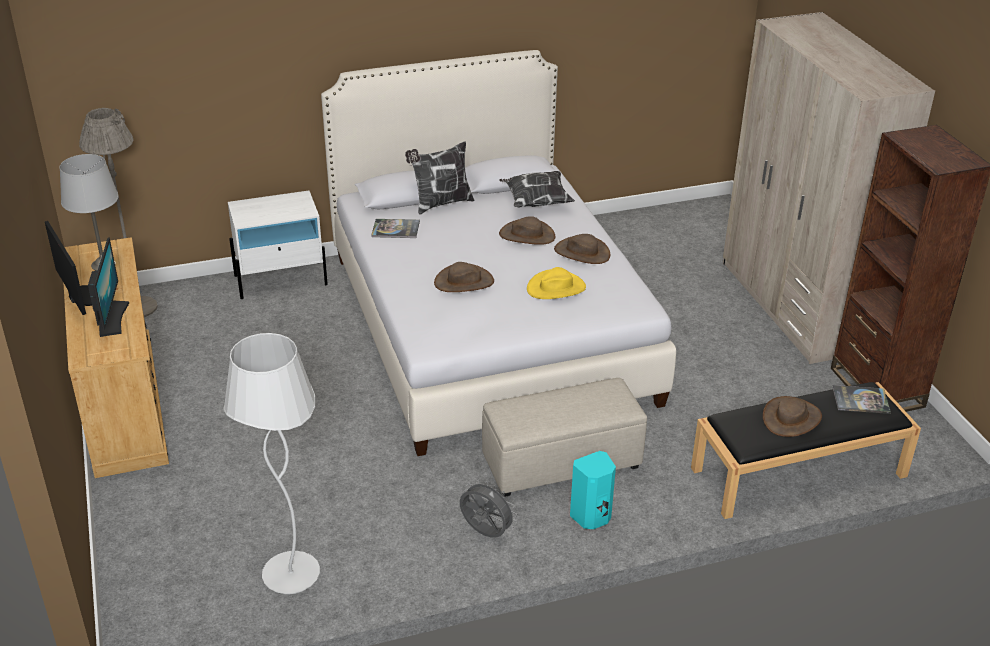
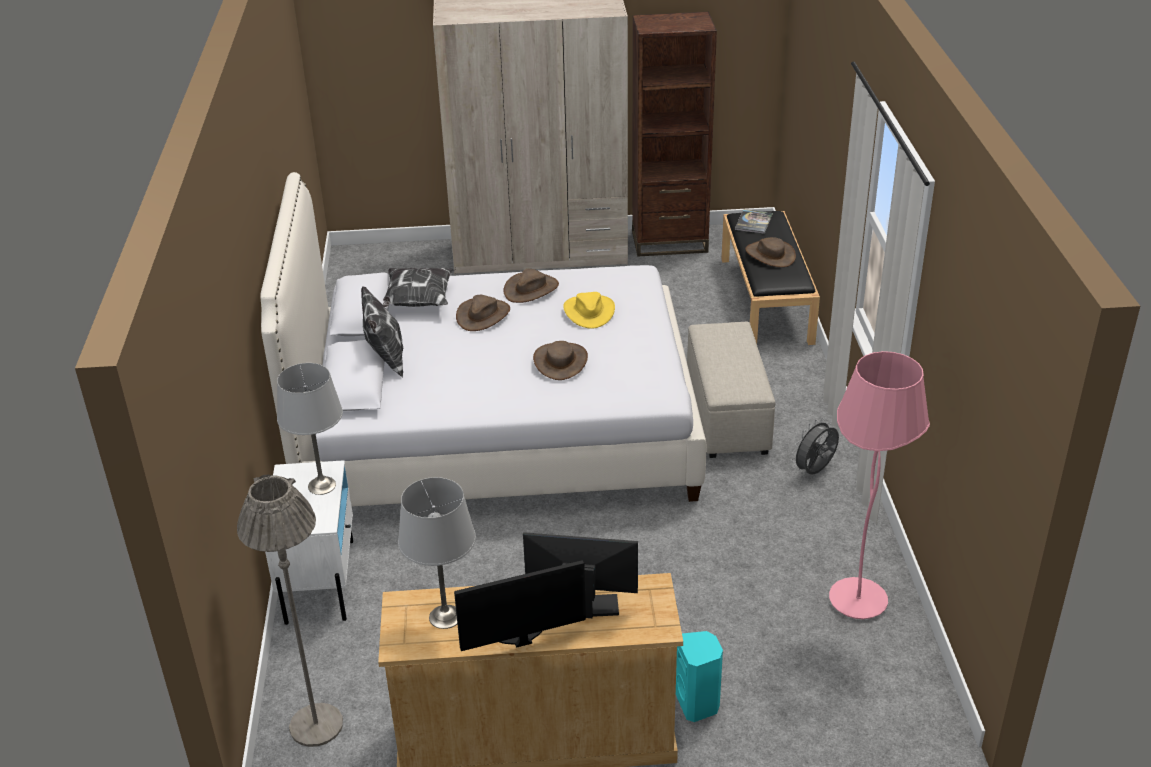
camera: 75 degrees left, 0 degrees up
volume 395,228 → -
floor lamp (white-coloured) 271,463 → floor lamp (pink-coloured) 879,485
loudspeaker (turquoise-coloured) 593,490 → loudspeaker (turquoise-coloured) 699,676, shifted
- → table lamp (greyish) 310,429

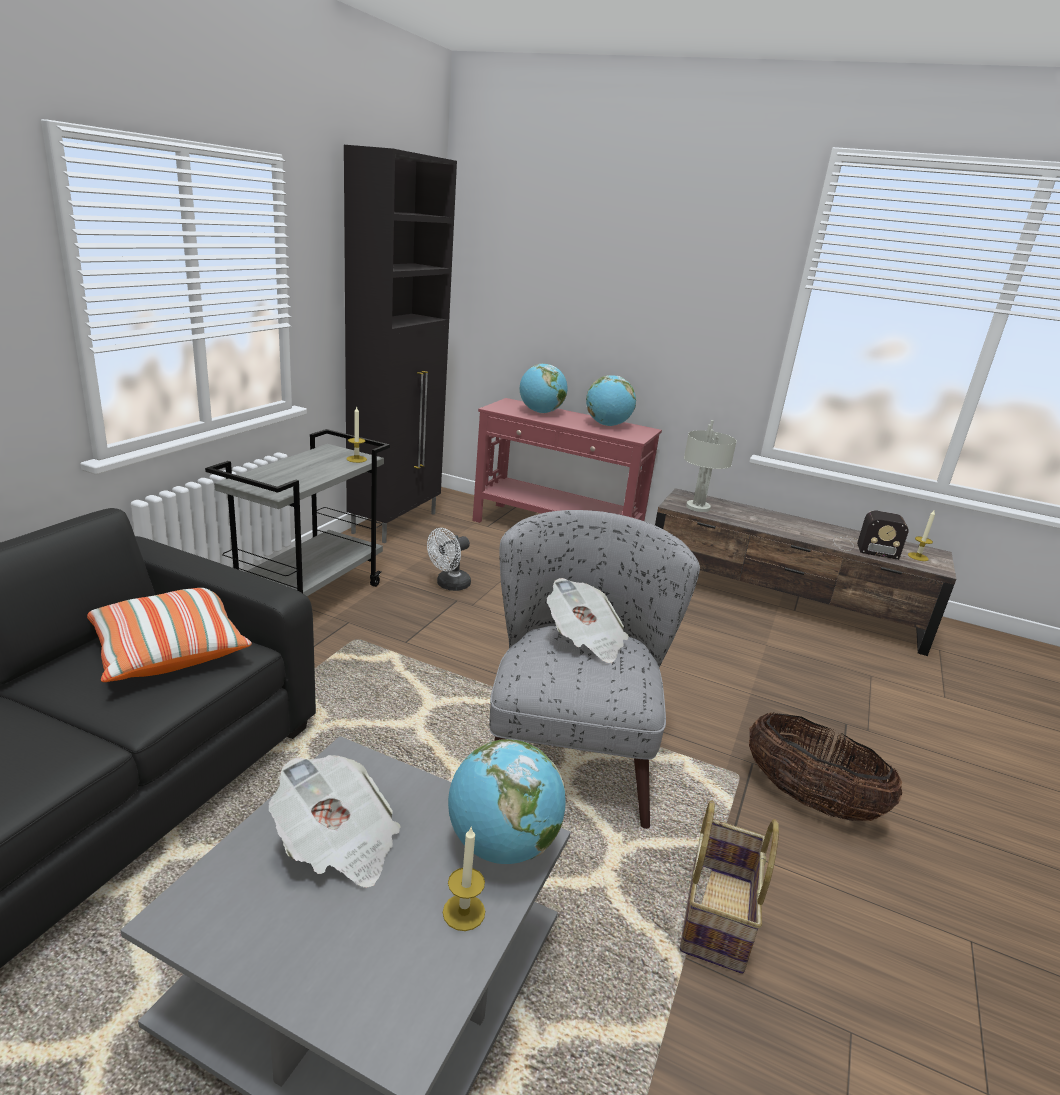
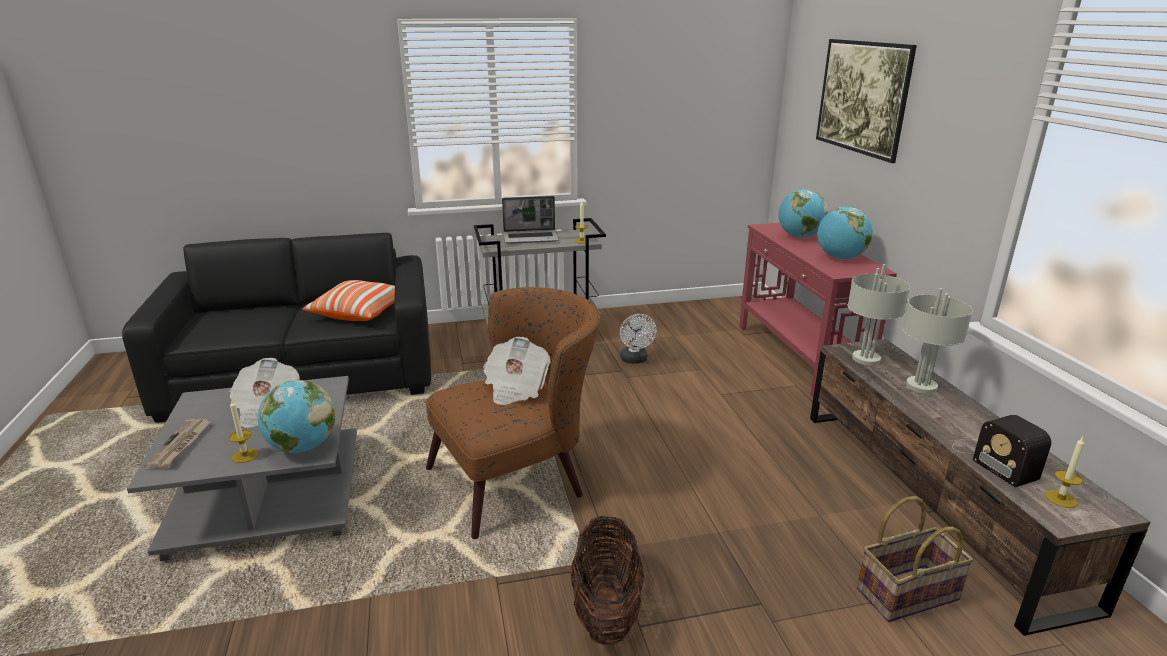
camera: 55 degrees right, 0 degrees up
storage cabinet (black-coloured) 400,344 → -
lounge chair (greyish) 594,669 → lounge chair (brown-coloured) 513,413
fan (white-coloured) 449,559 → fan (white-coloured) 638,339, 105 degrees counterclockwise
household basket 729,887 → household basket 915,559, shifted
- → wall art 866,101
- → laptop 530,220
- → table lamp (greyish) 937,341
- → printed paper 177,444

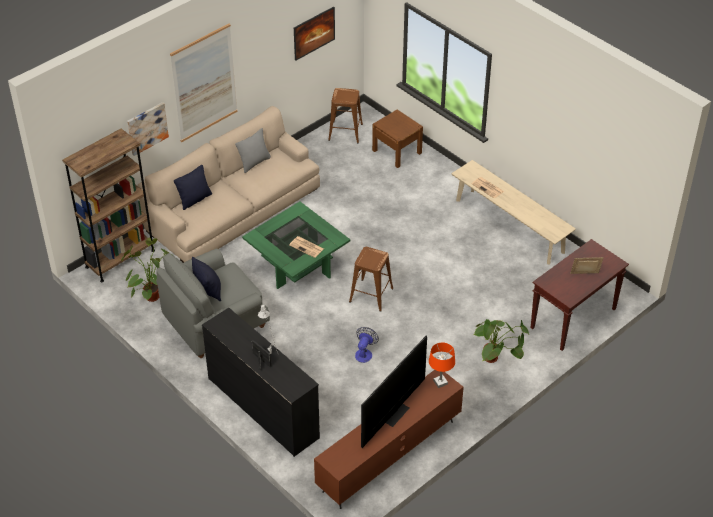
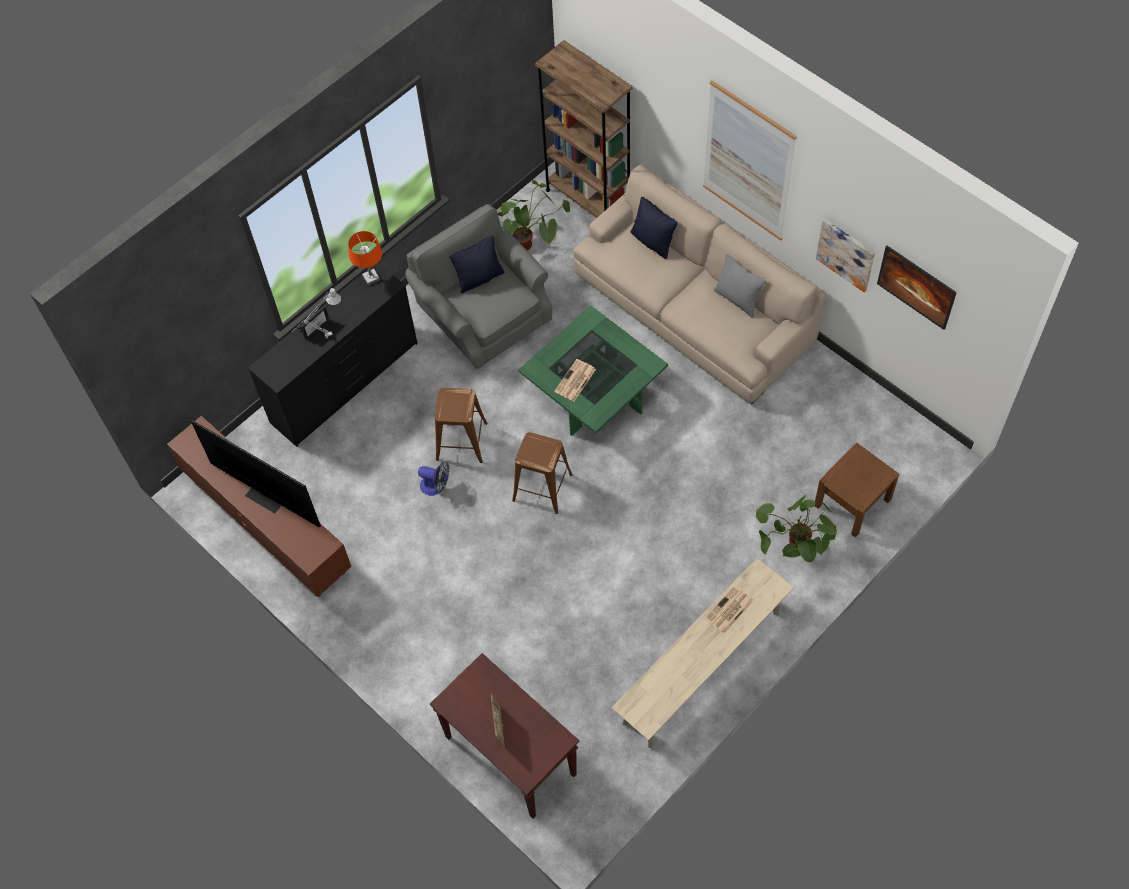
camera: 90 degrees right, 15 degrees up
sitting stool (brown-coloured) 345,115 → sitting stool (brown-coloured) 461,425, shifted
wall art 148,129 → wall art 845,255, shifted
houseplant 501,341 → houseplant 796,529, shifted
table lamp (orange) 442,365 → table lamp (orange) 365,258, shifted

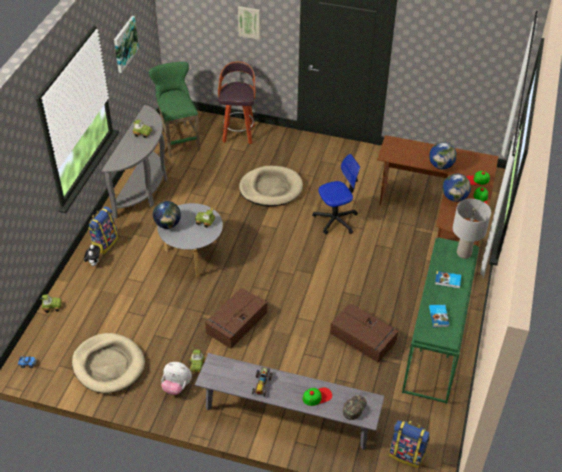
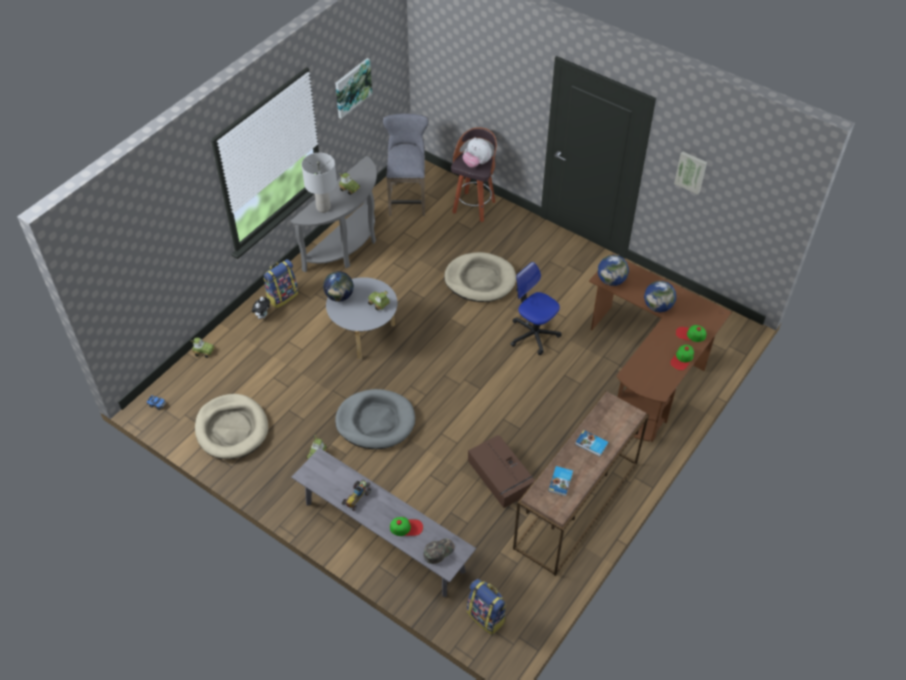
camera: 20 degrees right, 5 degrees up
wall art 249,23 → wall art 690,172, shifted
sitting stool (green) 174,109 → sitting stool (greyish) 406,164
office chair 336,194 → office chair 536,308, 135 degrees counterclockwise
globe 457,188 → globe 613,270, shifted
table lamp (greyish) 472,229 → table lamp (greyish) 319,183, shifted
console table (green) 440,320 → console table (brown-coloured) 581,483
storage bin (brown-coloured) 236,318 → dog cushion (greyish) 375,419
cuddly toy 176,378 → cuddly toy 477,152, shifted

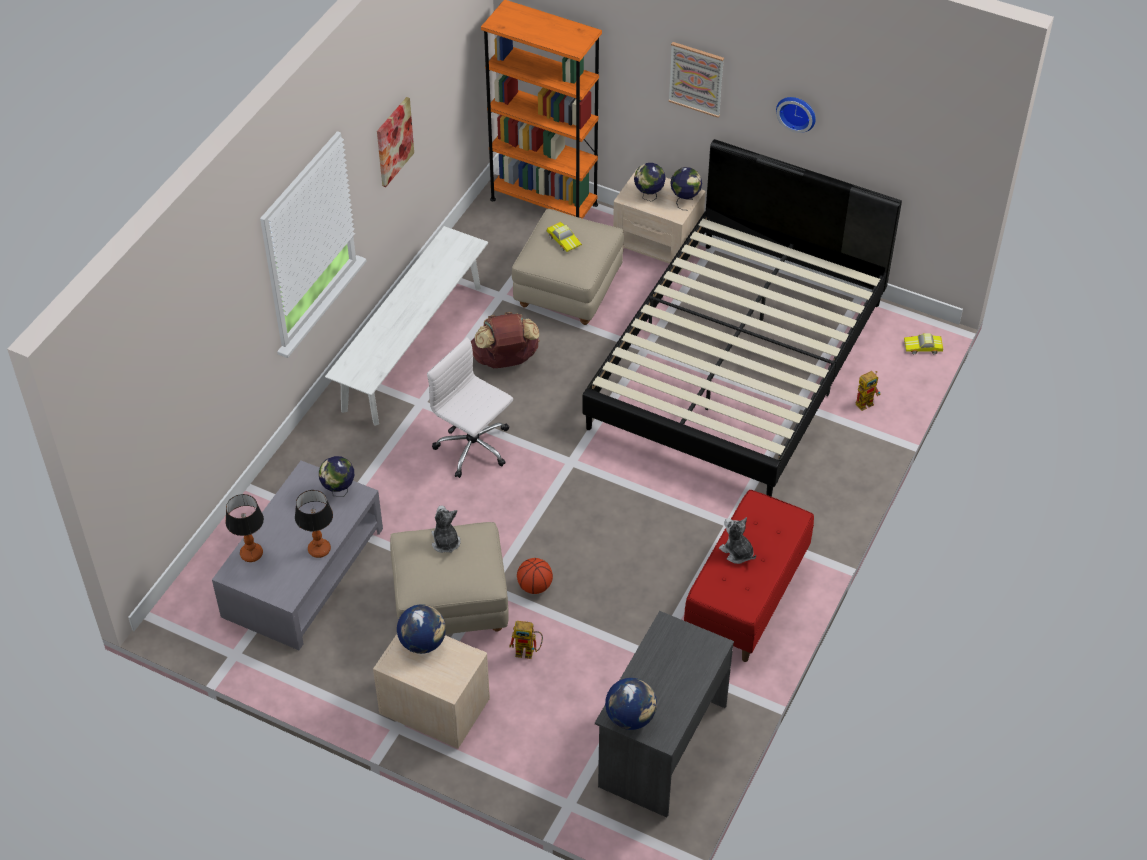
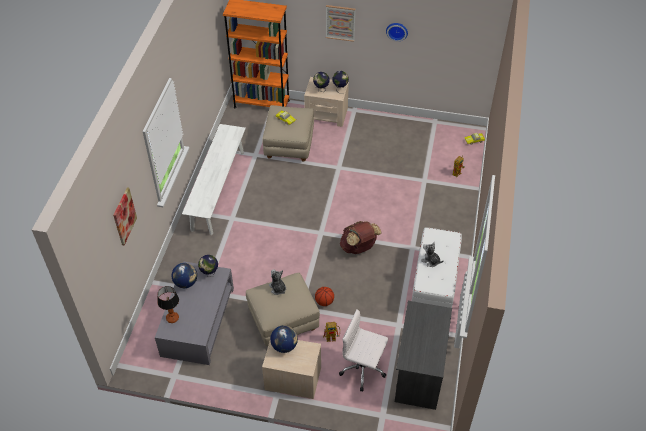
camera: 15 degrees left, 0 degrees up
wall art 395,142 → wall art 125,216, shifted
bed (black-coloured) 742,318 → -
backpack (brown-coloured) 505,340 → backpack (brown-coloured) 361,237, shifted
office chair (white-coloured) 470,408 → office chair (white-coloured) 363,350, shifted
table lamp 314,524 → -
long seat (red) 749,576 → long seat (white-coloured) 437,267
globe 631,704 → globe 184,275, shifted

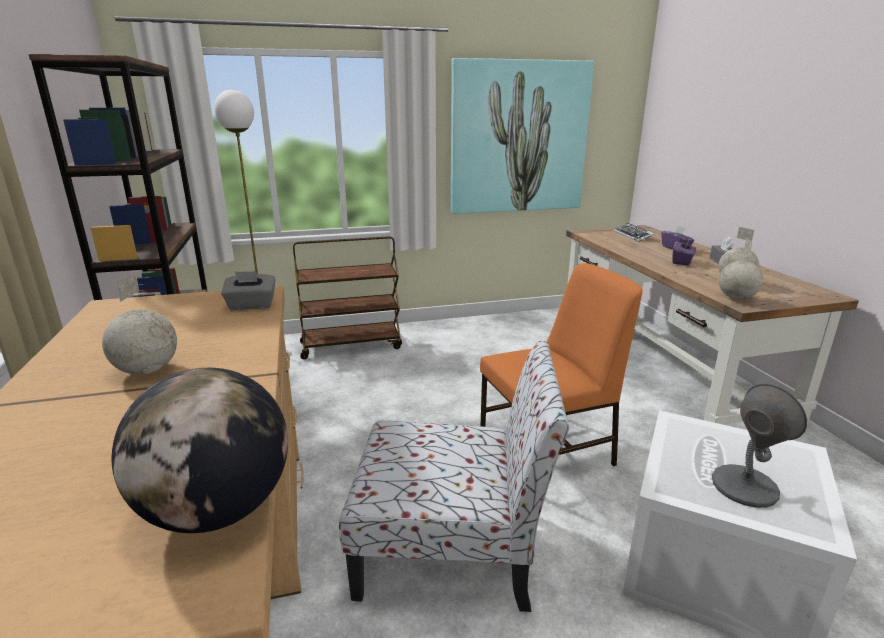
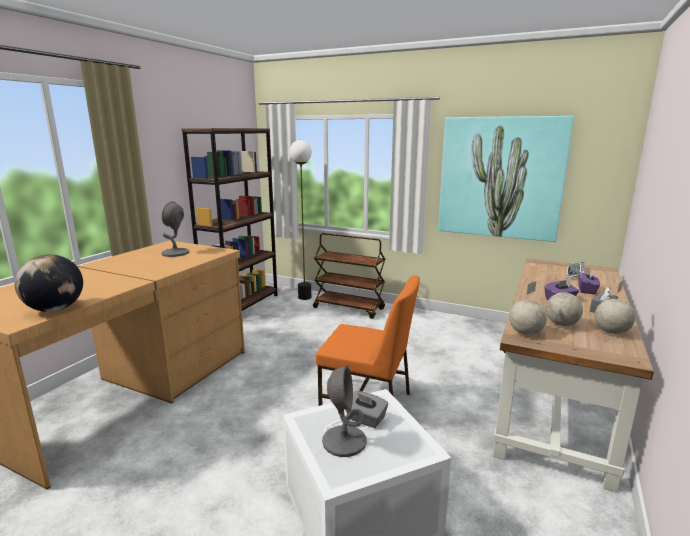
camera: 40 degrees right, 5 degrees down
tissue box (greyish) 248,290 → tissue box (greyish) 366,409, shifted
globe 139,323 → globe 615,307, shifted
upright chair 454,476 → -
- → table lamp (greyish) 175,229

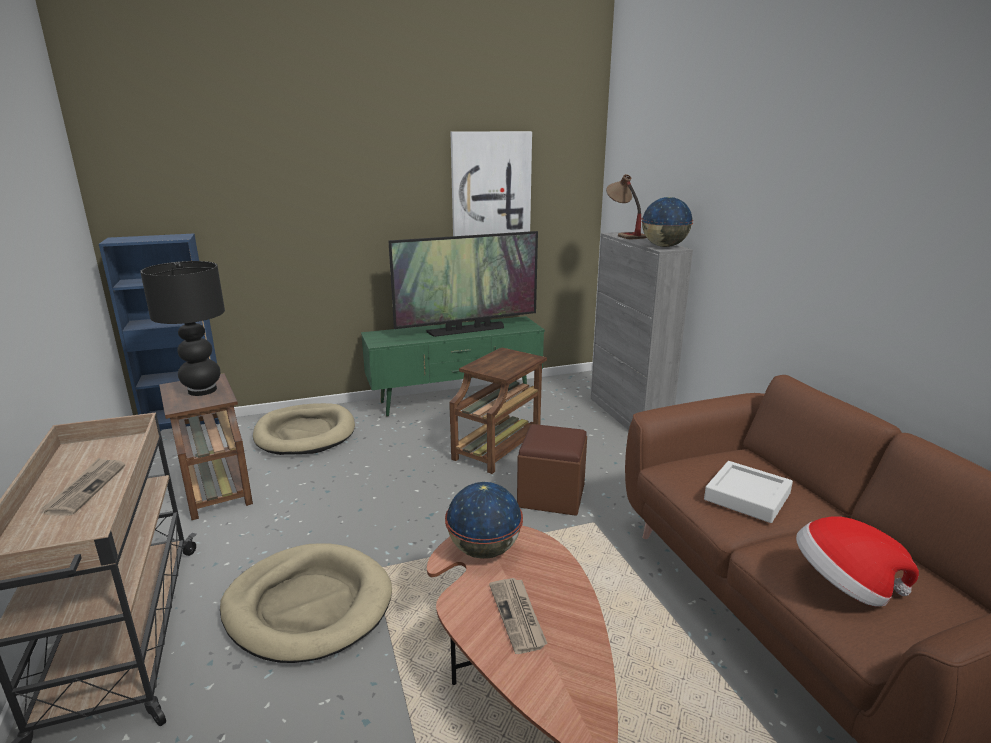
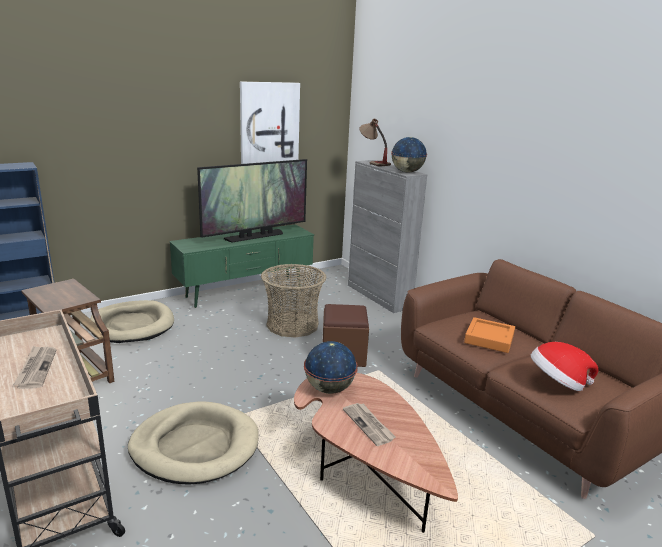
camera: 15 degrees left, 0 degrees up
table lamp (black-coloured) 182,328 → -
end table (brown-coloured) 498,410 → household basket 293,301
carrying tray (white-coloured) 748,492 → carrying tray (orange) 489,335

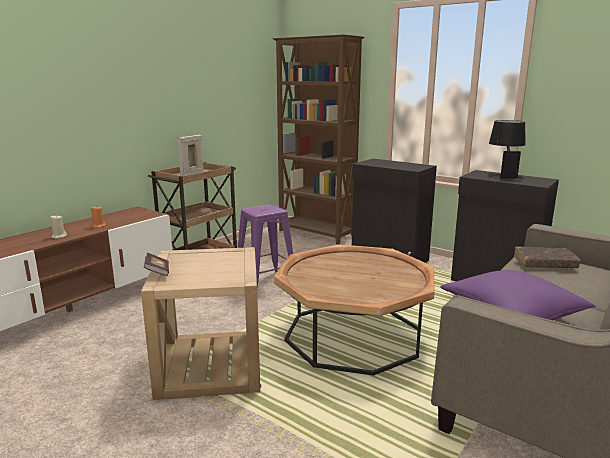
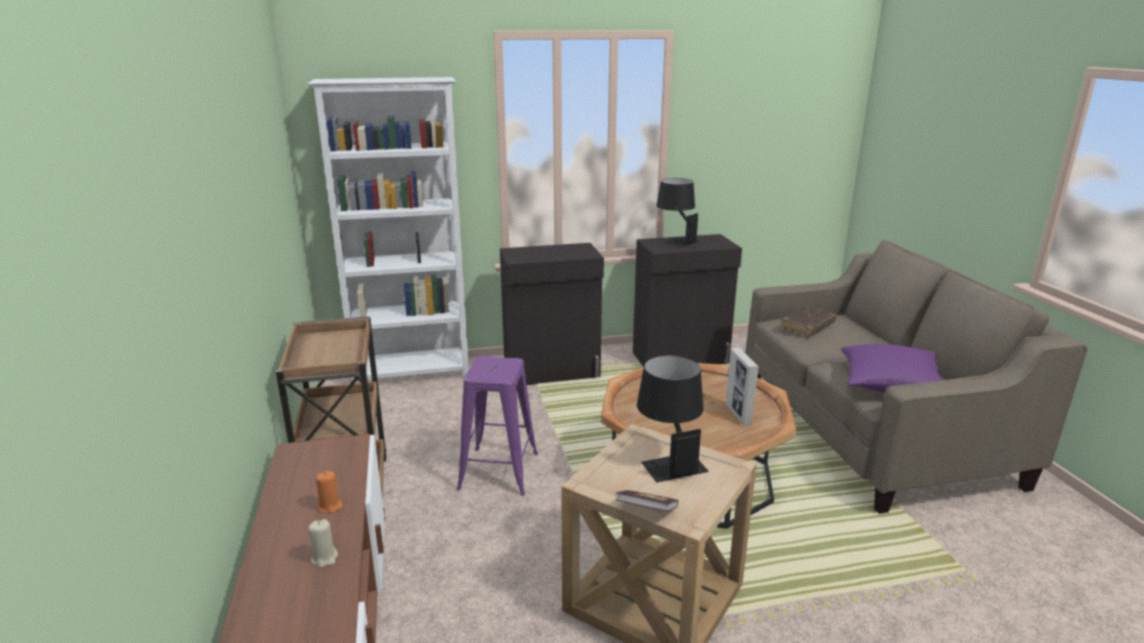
camera: 50 degrees left, 5 degrees up
bookshelf (brown-coloured) 318,139 → bookshelf (white-coloured) 388,230
picture frame 190,155 → picture frame 742,386, shifted
- → table lamp (black-coloured) 673,418

